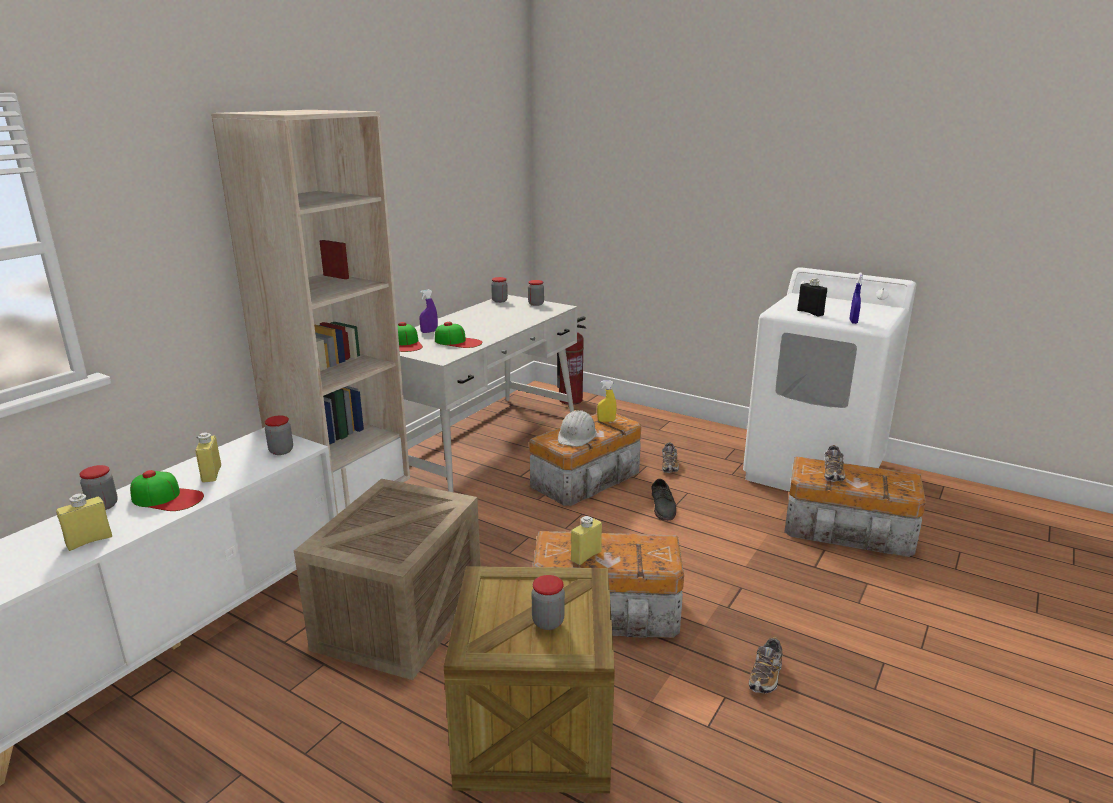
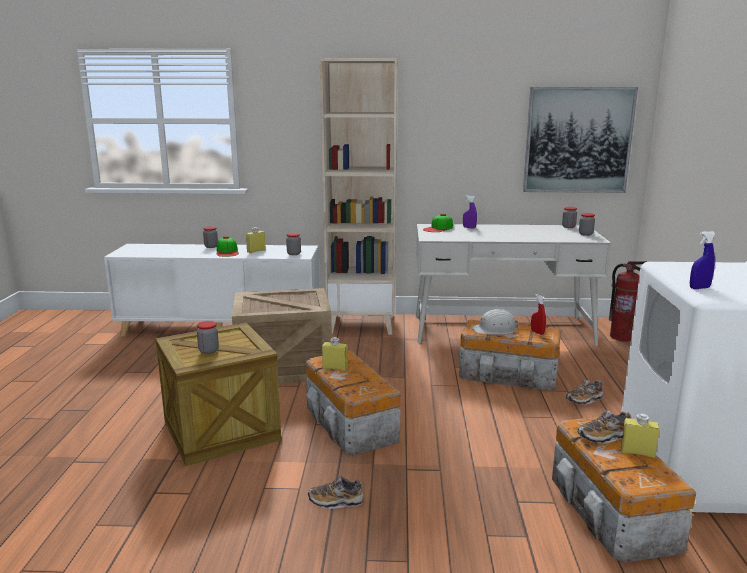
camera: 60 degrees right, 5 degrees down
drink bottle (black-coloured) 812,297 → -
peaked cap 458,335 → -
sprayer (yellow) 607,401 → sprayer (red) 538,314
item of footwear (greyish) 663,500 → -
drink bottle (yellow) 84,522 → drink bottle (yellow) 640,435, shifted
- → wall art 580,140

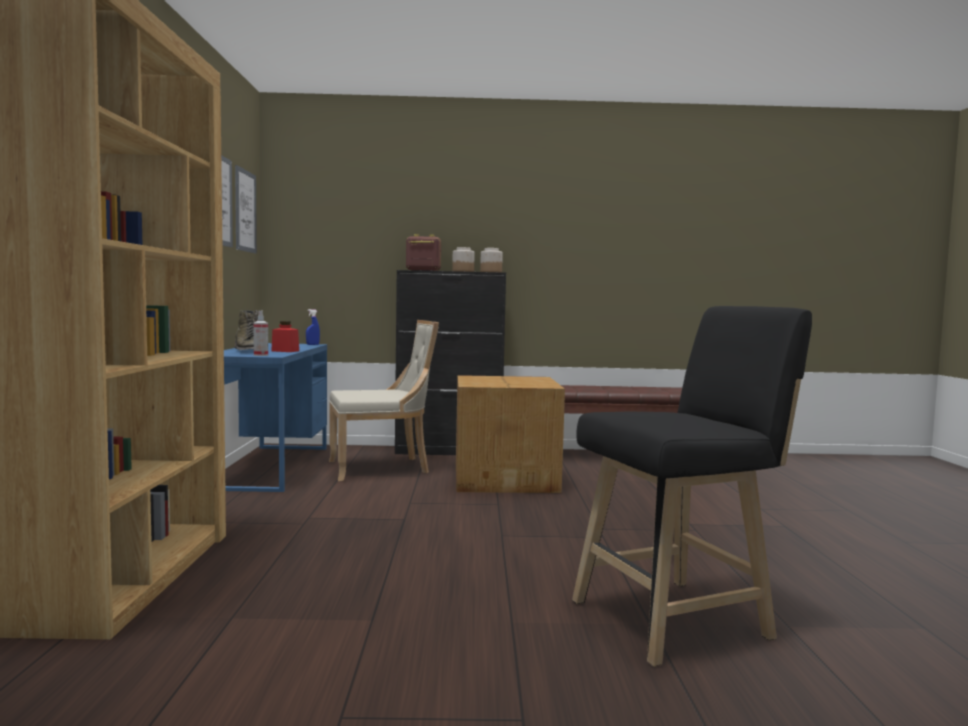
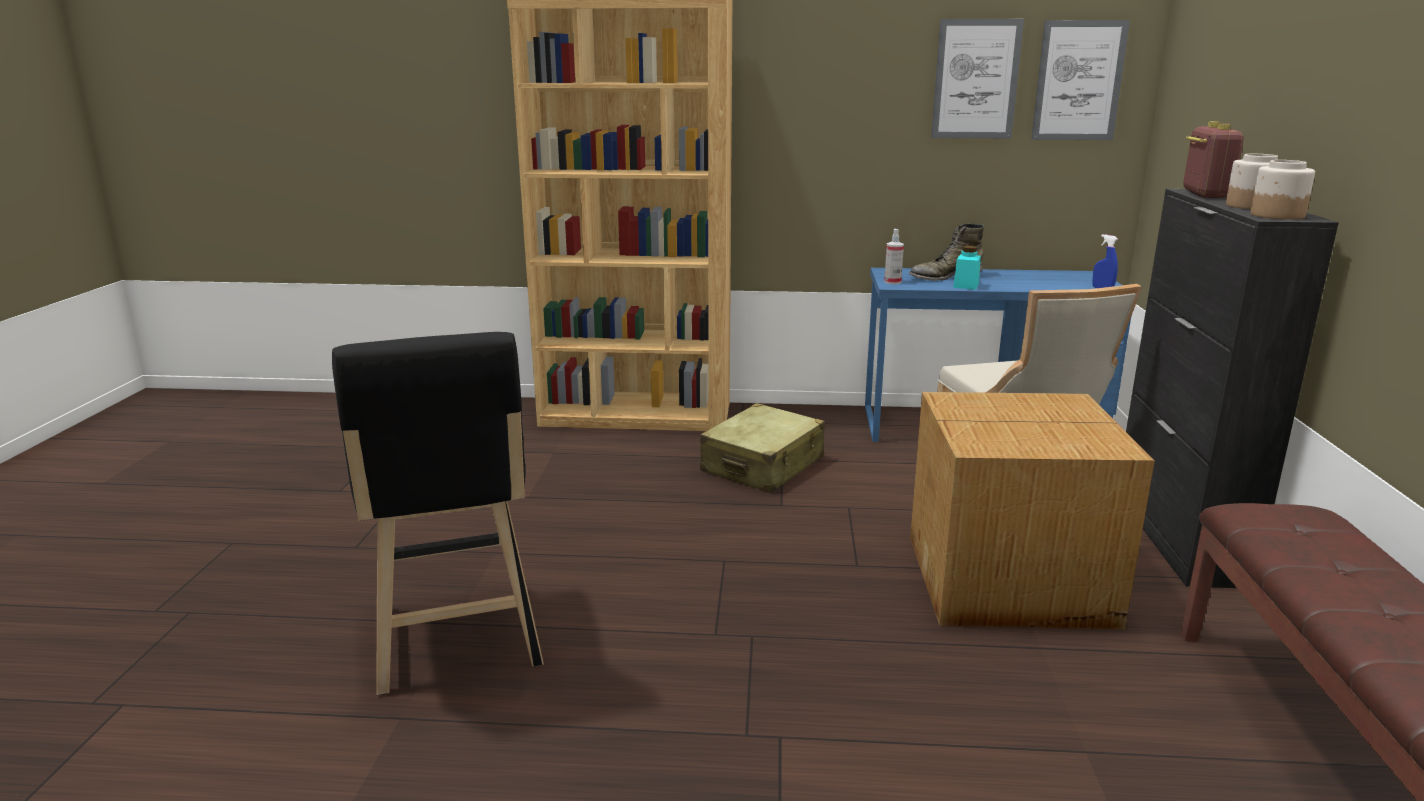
camera: 95 degrees right, 15 degrees up
storage jar (red) 285,336 → storage jar (turquoise-coloured) 967,268
- → travel case (beige) 762,448

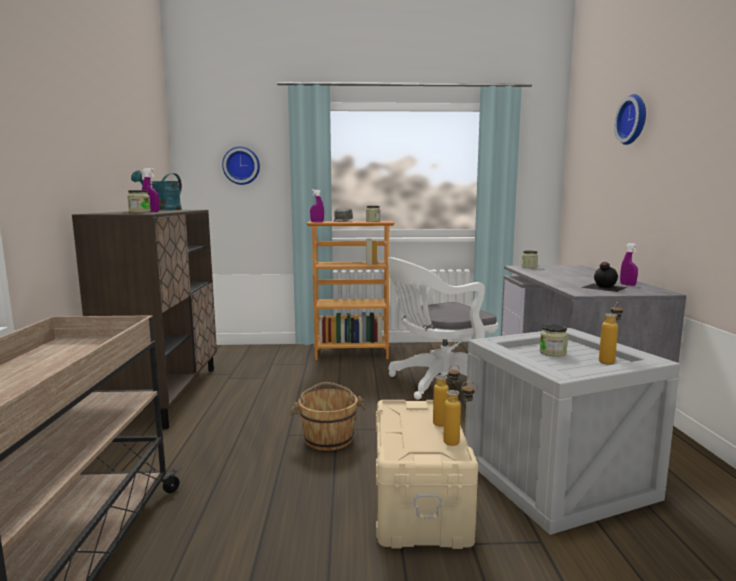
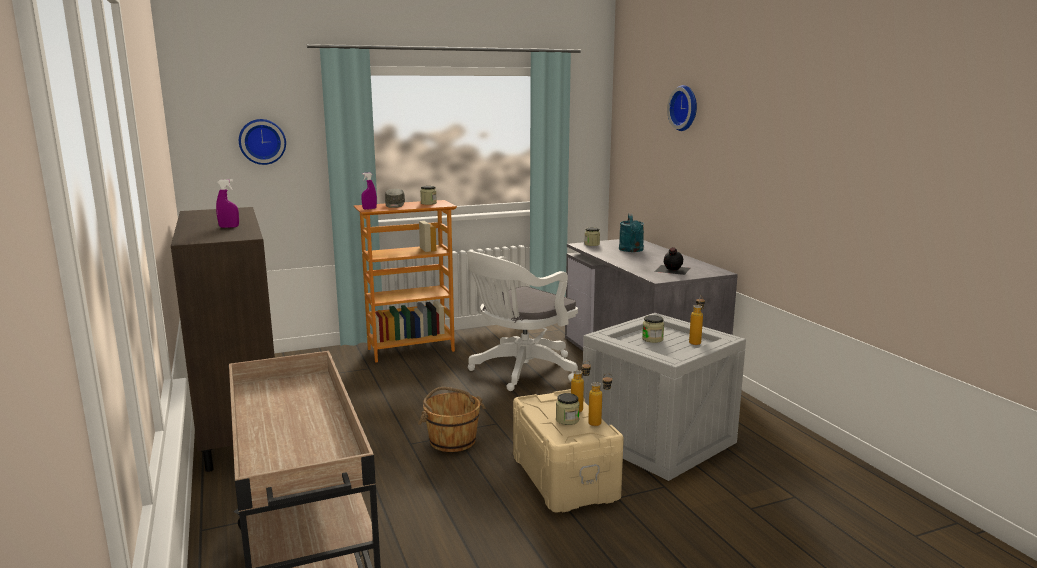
camera: 20 degrees left, 5 degrees up
watering can (turquoise-coloured) 156,190 → watering can (turquoise-coloured) 631,232, shifted
storage jar 139,201 → storage jar 568,409, shifted
sprayer (purple-coloured) 629,264 → -

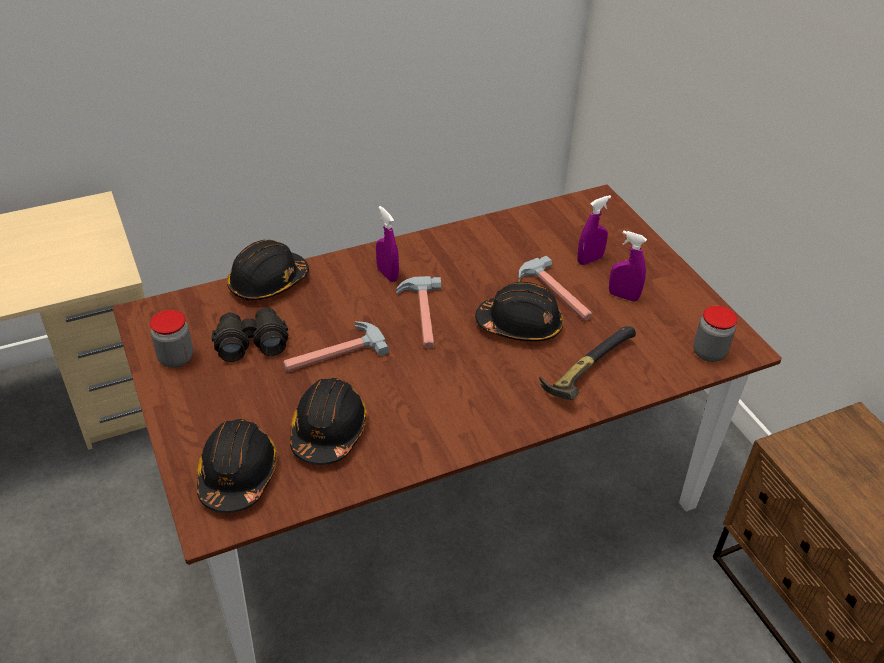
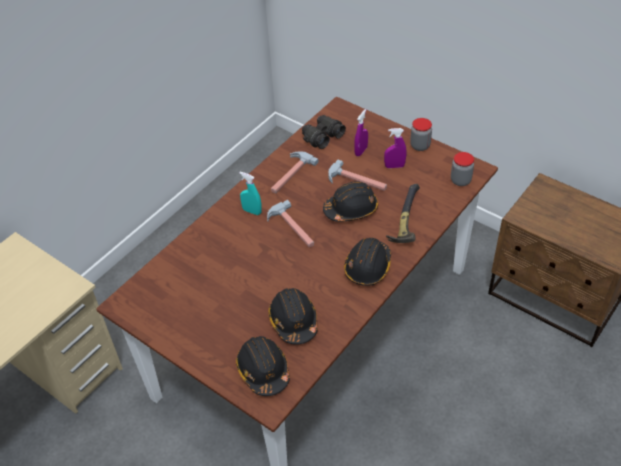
camera: 25 degrees left, 5 degrees up
sprayer (purple-coloured) 387,244 → sprayer (turquoise-coloured) 250,193
safety helmet (black-coloured) 268,270 → safety helmet (black-coloured) 367,262, shifted
binoculars (black-coloured) 250,334 → binoculars (black-coloured) 324,132, shifted
storage jar 171,339 → storage jar 421,134, shifted
hand hammer 336,346 → hand hammer 295,172, shifted

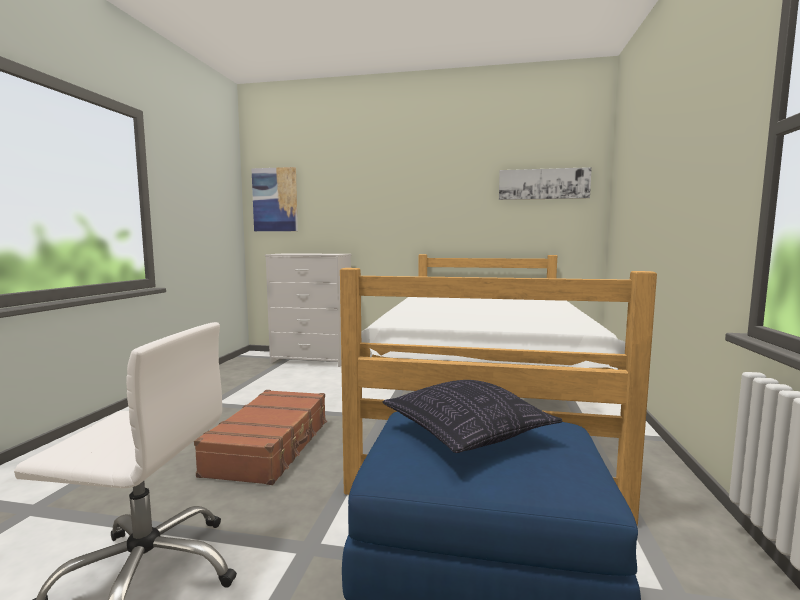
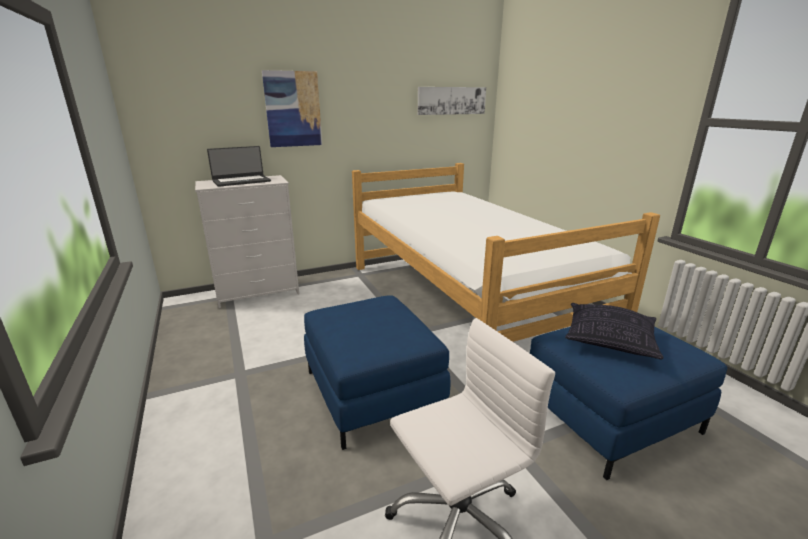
camera: 35 degrees left, 15 degrees up
wall art 274,199 → wall art 292,108, shifted
travel case (brown-coloured) 260,437 → footrest (blue-coloured) 377,372
- → laptop 239,166

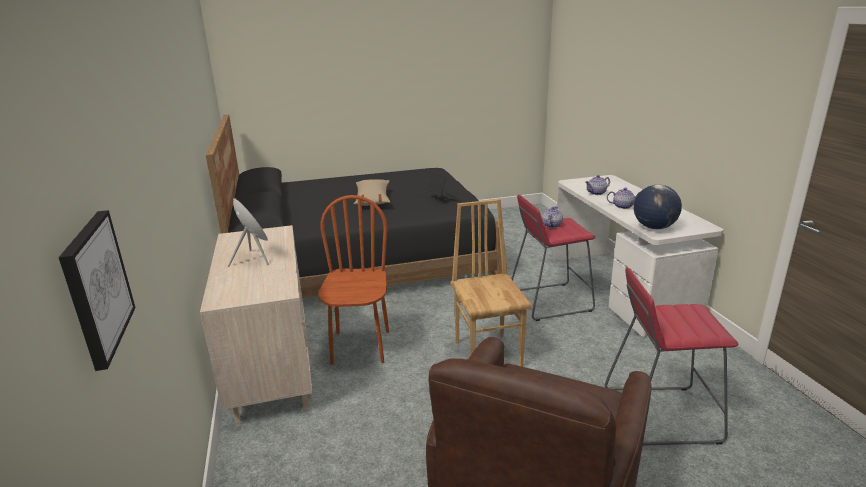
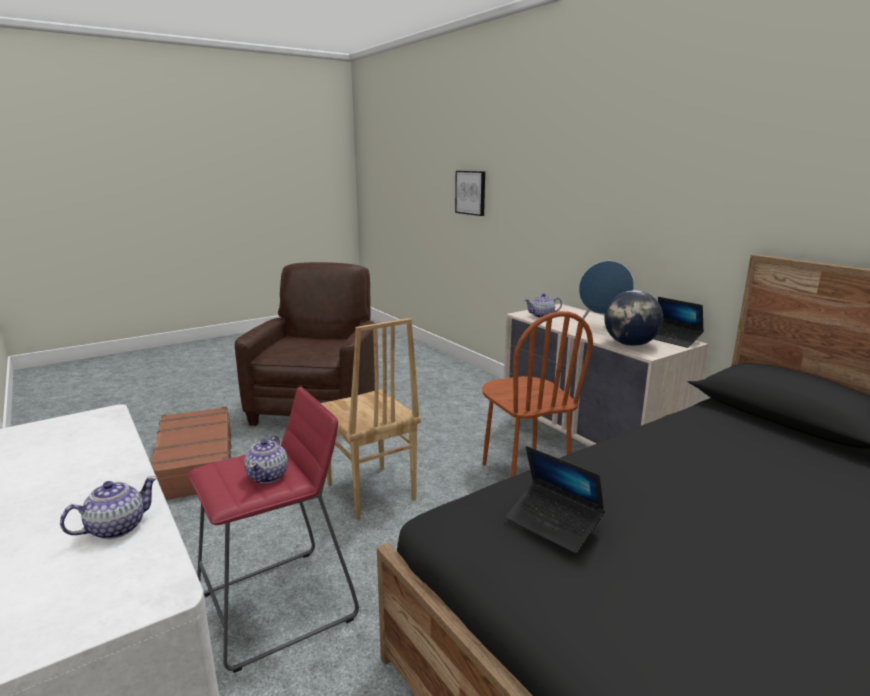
camera: 160 degrees right, 5 degrees down
pillow (beige) 372,192 → -
globe 658,207 → globe 634,318, shifted
pot for tea 623,198 → pot for tea 543,305, shifted
sitting stool (red) 672,356 → travel case (brown-coloured) 191,453
- → laptop 679,322

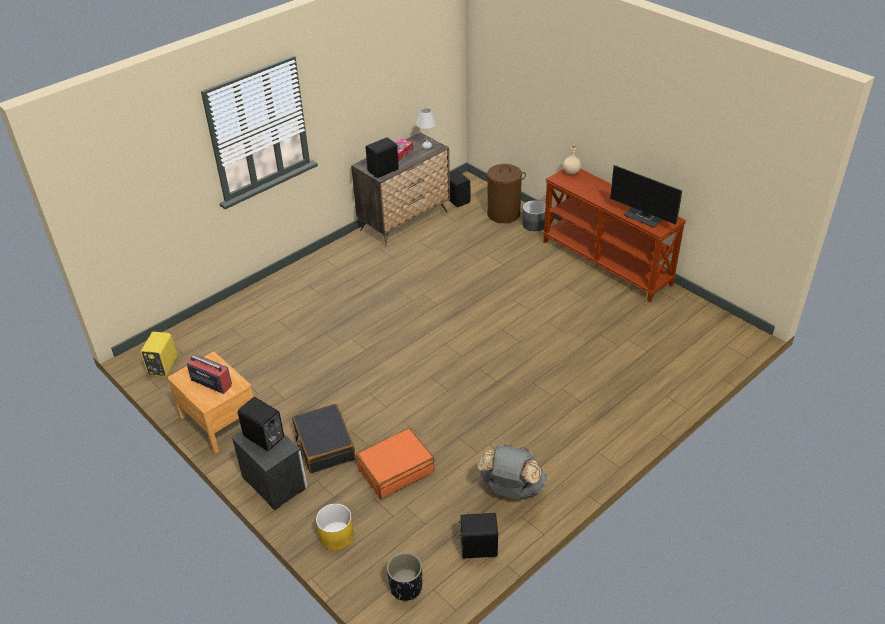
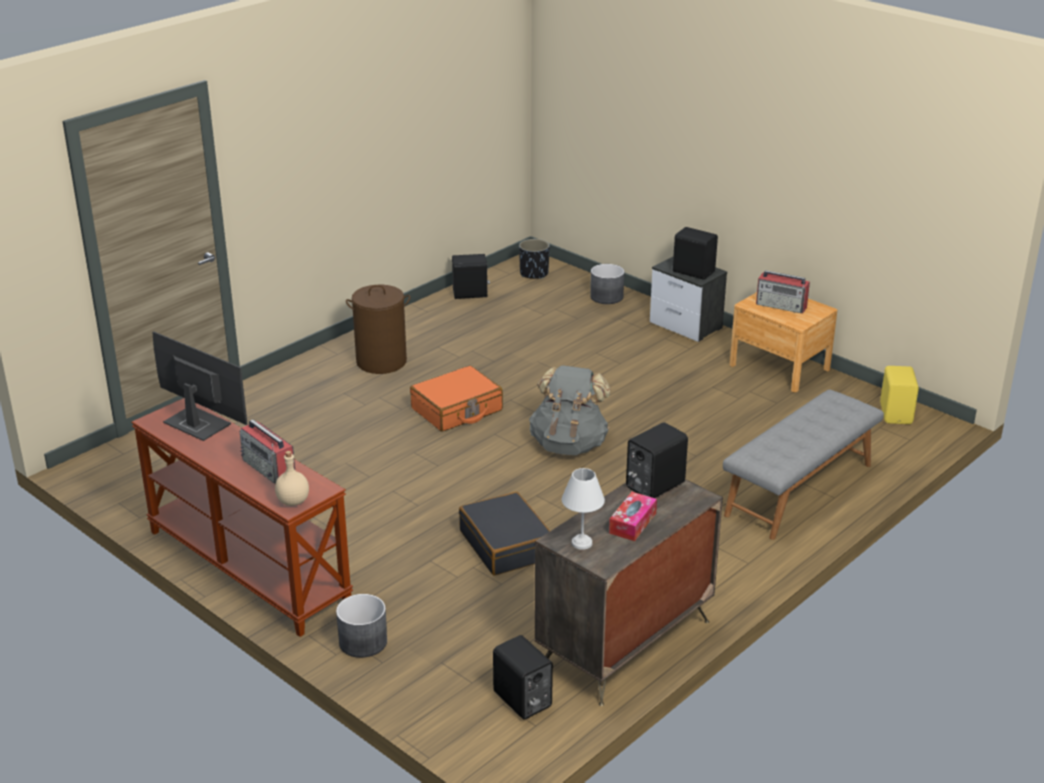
camera: 175 degrees right, 10 degrees down
washing basket (brown-coloured) 504,193 → washing basket (brown-coloured) 378,329, shifted
travel case (black-coloured) 323,438 → travel case (black-coloured) 504,533, shifted
travel case (orange) 395,463 → travel case (orange) 456,399, shifted
backpack (greyish) 512,471 → backpack (greyish) 569,410, shifted
flower pot (yellow) 335,526 → flower pot (greyish) 607,284
- → long seat (greyish) 803,465
- → radio 267,452

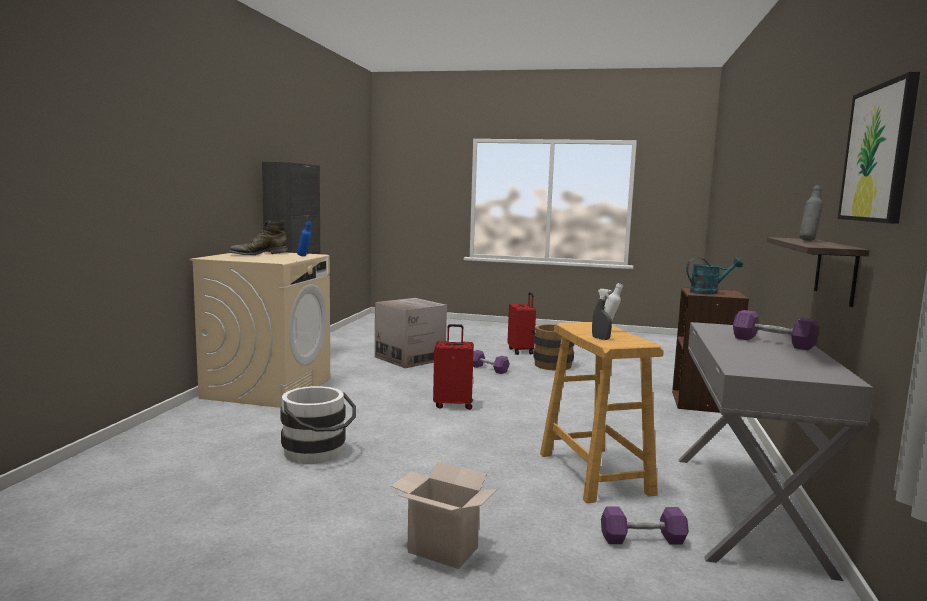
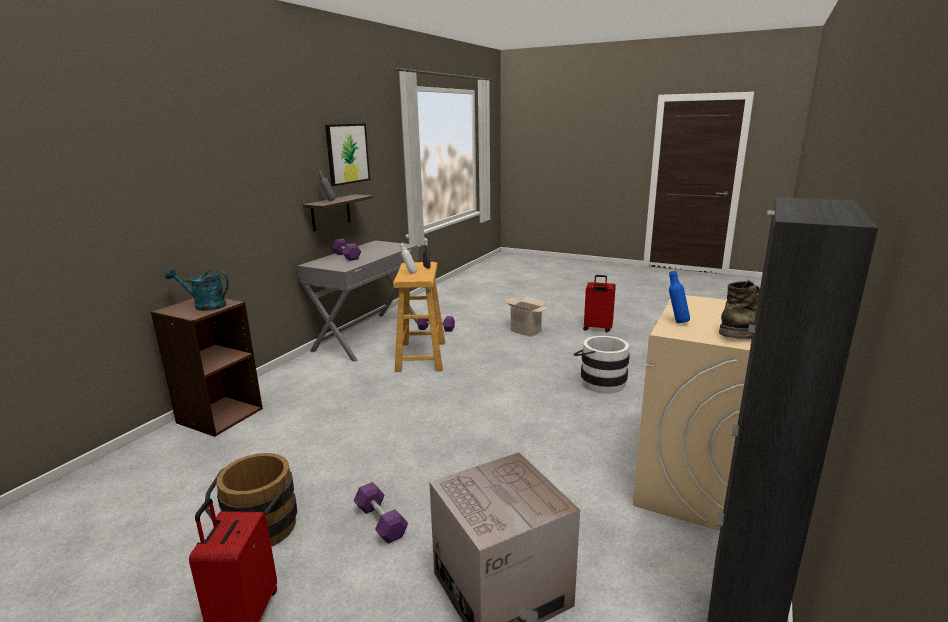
camera: 165 degrees left, 10 degrees up
travel case (red) 453,367 → travel case (red) 599,303, shifted

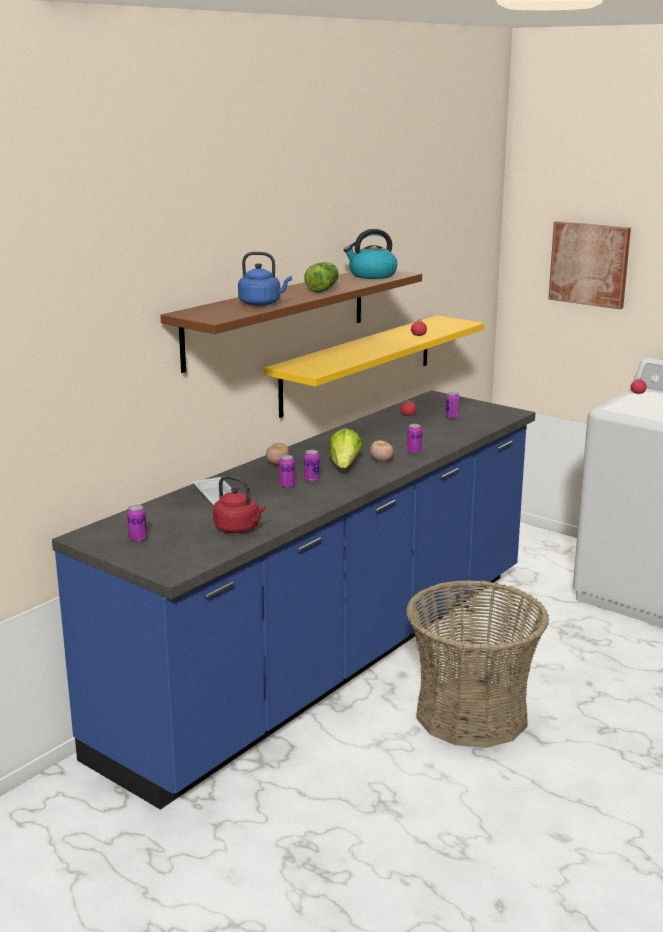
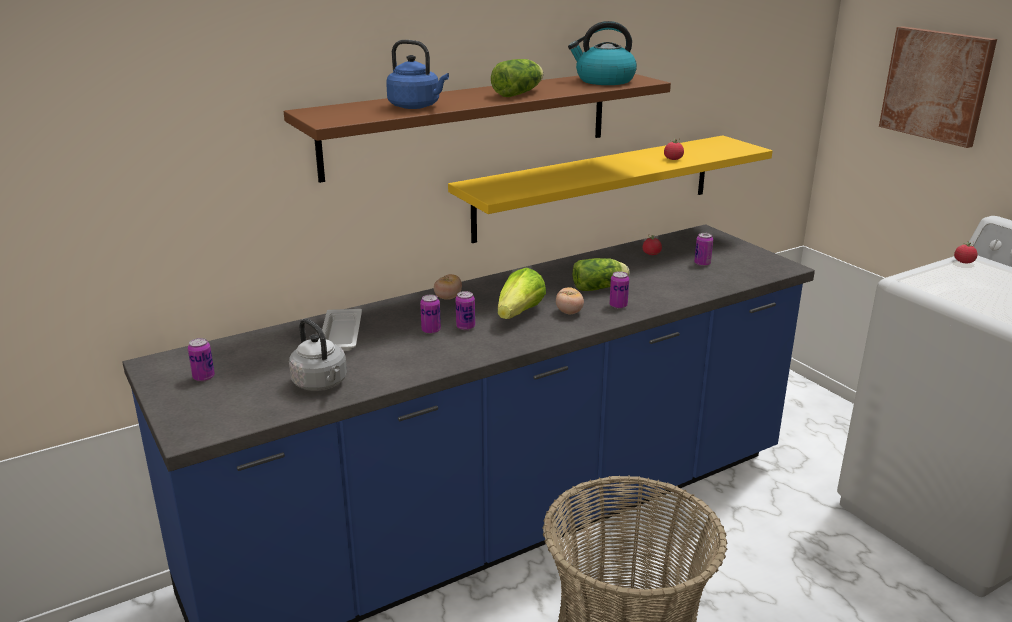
camera: 20 degrees right, 5 degrees up
water kettle (red) 239,504 → water kettle (greyish) 318,355
- → lettuce head 600,274

